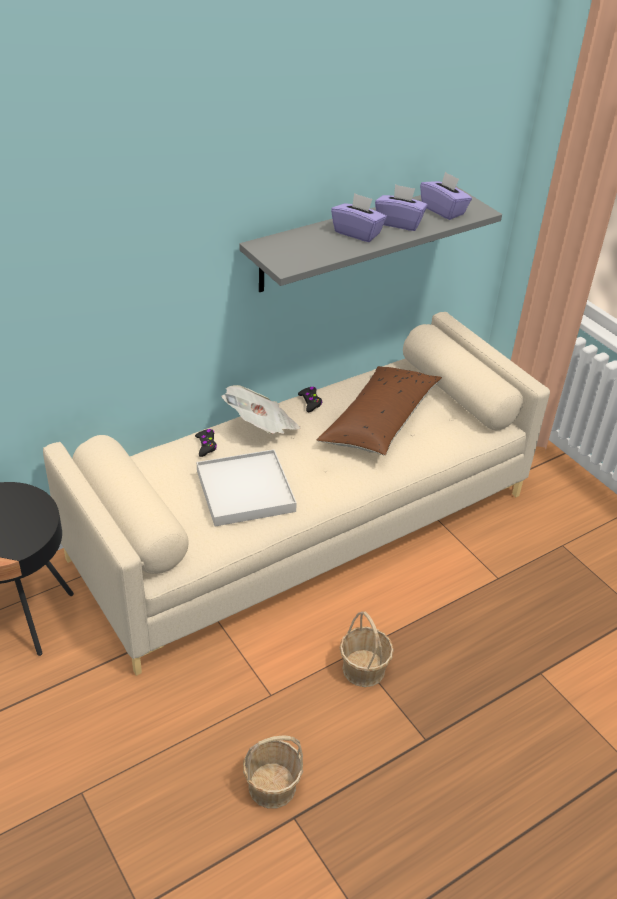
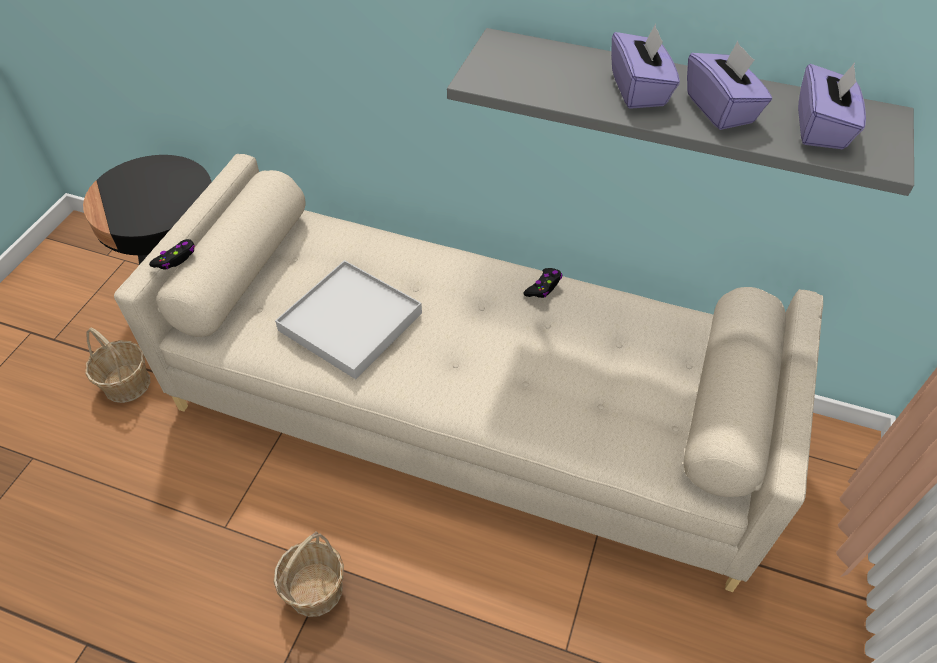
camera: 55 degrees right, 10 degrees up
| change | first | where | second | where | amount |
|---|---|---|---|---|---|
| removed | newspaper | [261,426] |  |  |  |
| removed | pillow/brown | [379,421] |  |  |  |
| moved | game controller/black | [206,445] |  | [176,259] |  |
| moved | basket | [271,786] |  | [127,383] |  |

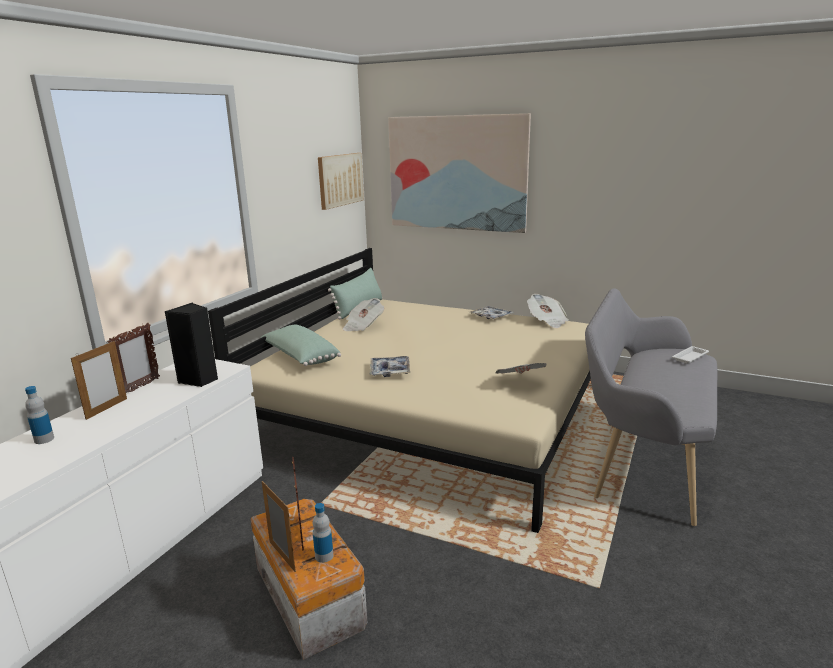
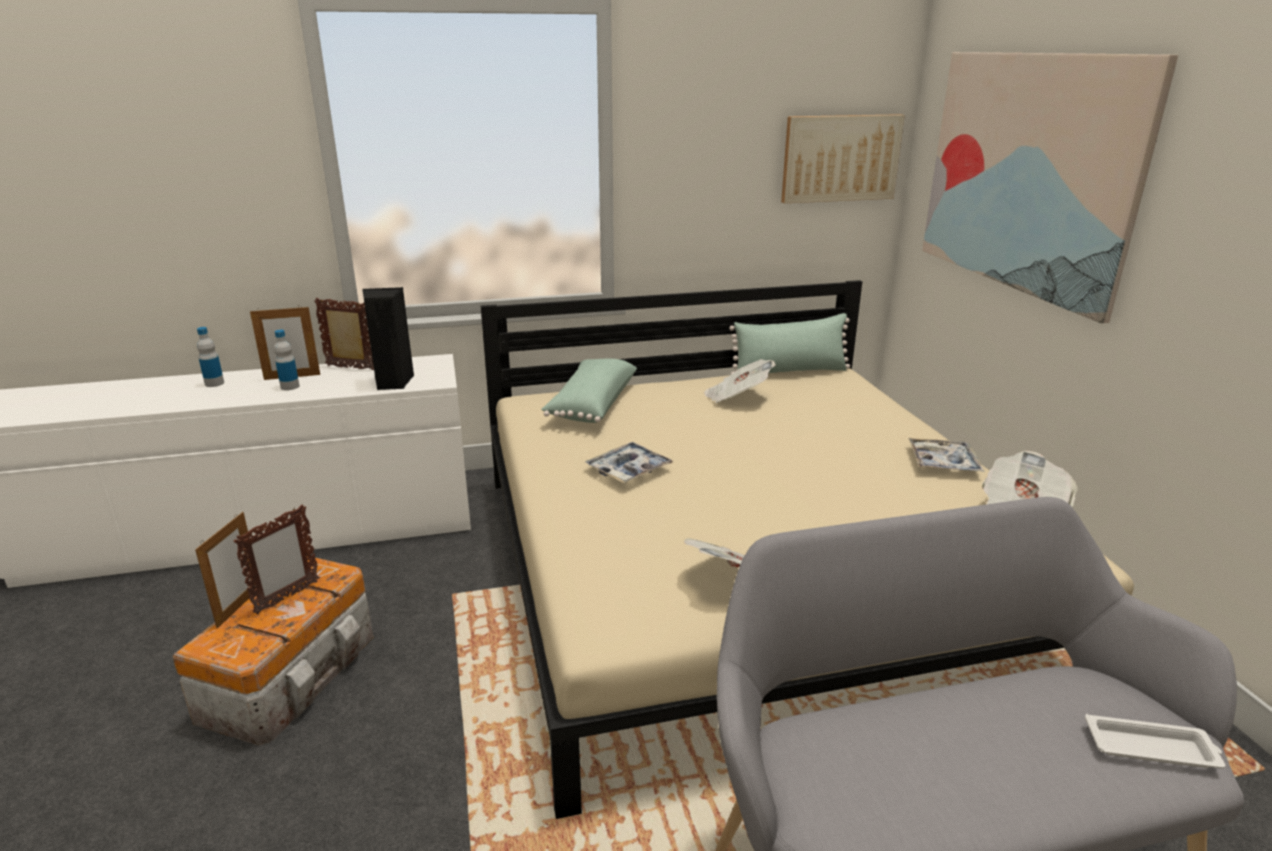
camera: 50 degrees right, 5 degrees up
| change | first | where | second | where | amount |
|---|---|---|---|---|---|
| moved | bottle | [324,556] |  | [290,386] |  |
| turned | picture frame | [140,387] |  | [350,368] | 150 degrees counterclockwise |

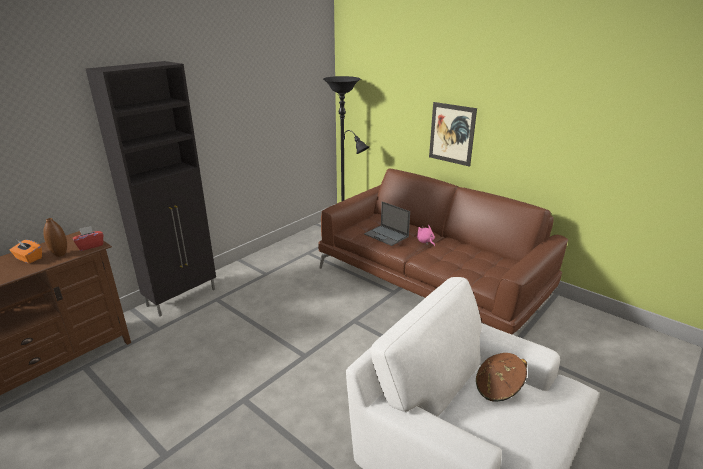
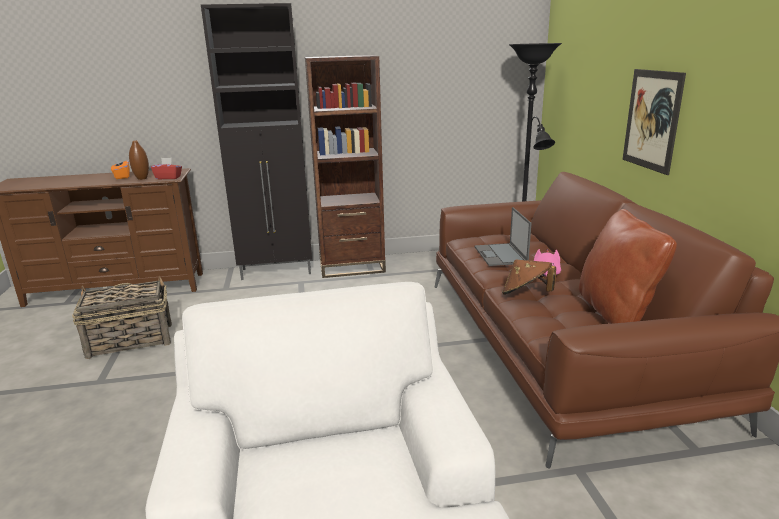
camera: 40 degrees right, 5 degrees down
| change | first | where | second | where | amount |
|---|---|---|---|---|---|
| added |  |  | basket | [129,340] |  |
| added |  |  | bookcase/brown | [352,267] |  |
| added |  |  | pillow/brown | [616,313] |  |
| moved | hat/brown | [498,389] |  | [526,294] |  |

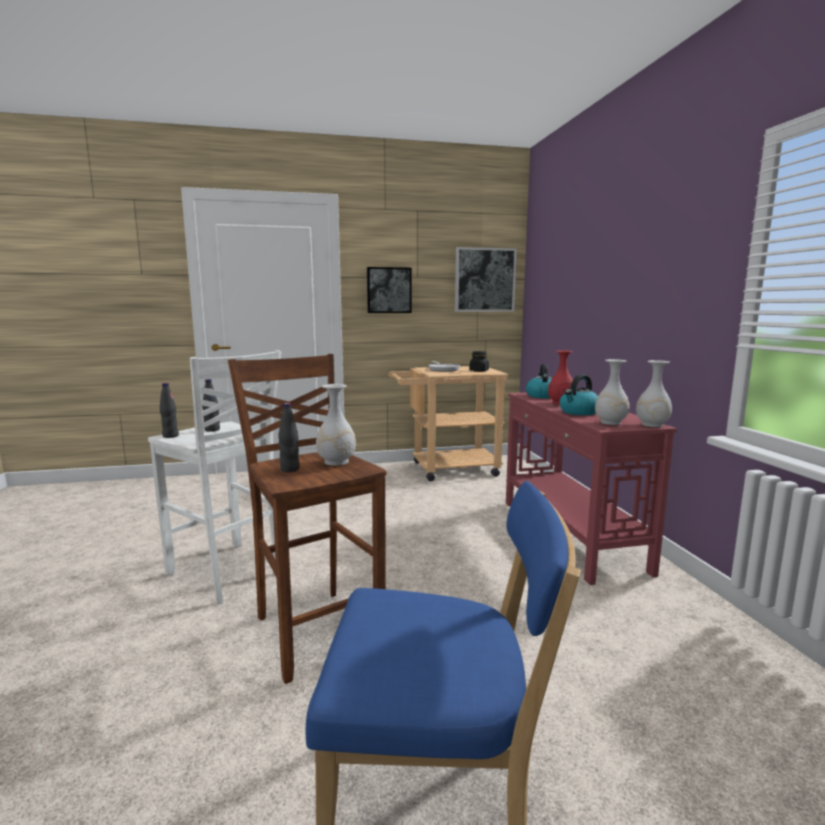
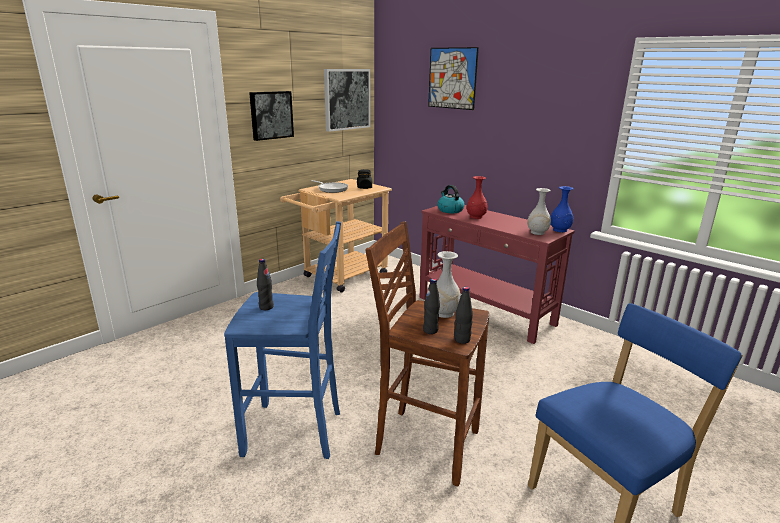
camera: 35 degrees left, 10 degrees up
| change | first | where | second | where | amount |
|---|---|---|---|---|---|
| removed | kettle | [579,412] |  |  |  |
| added |  |  | picture | [452,78] |  |
| moved | bottle/black | [170,436] |  | [462,340] |  |
| recoloured | stool/white | [228,574] | stool/blue | [296,432] |  |
| recoloured | vase/white | [651,425] | vase/blue | [559,230] |  |

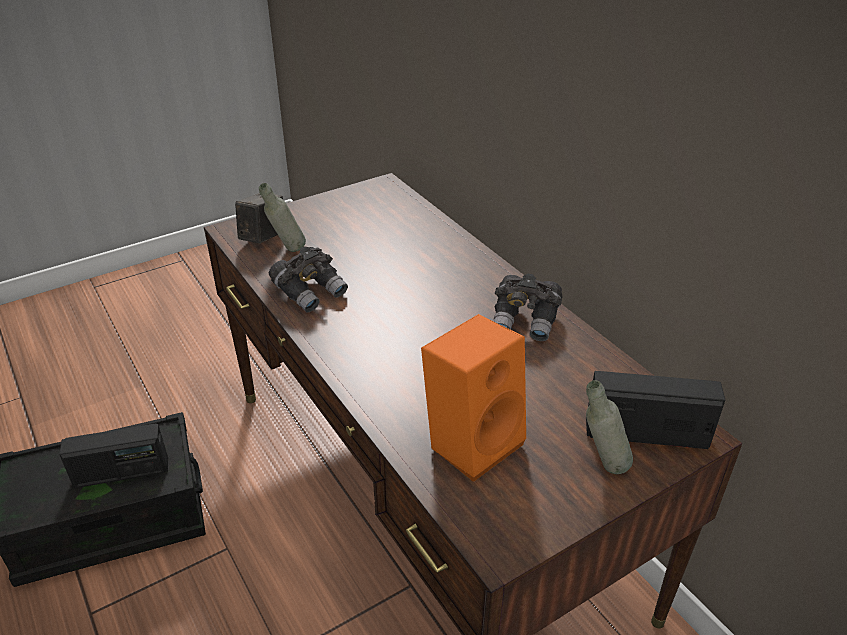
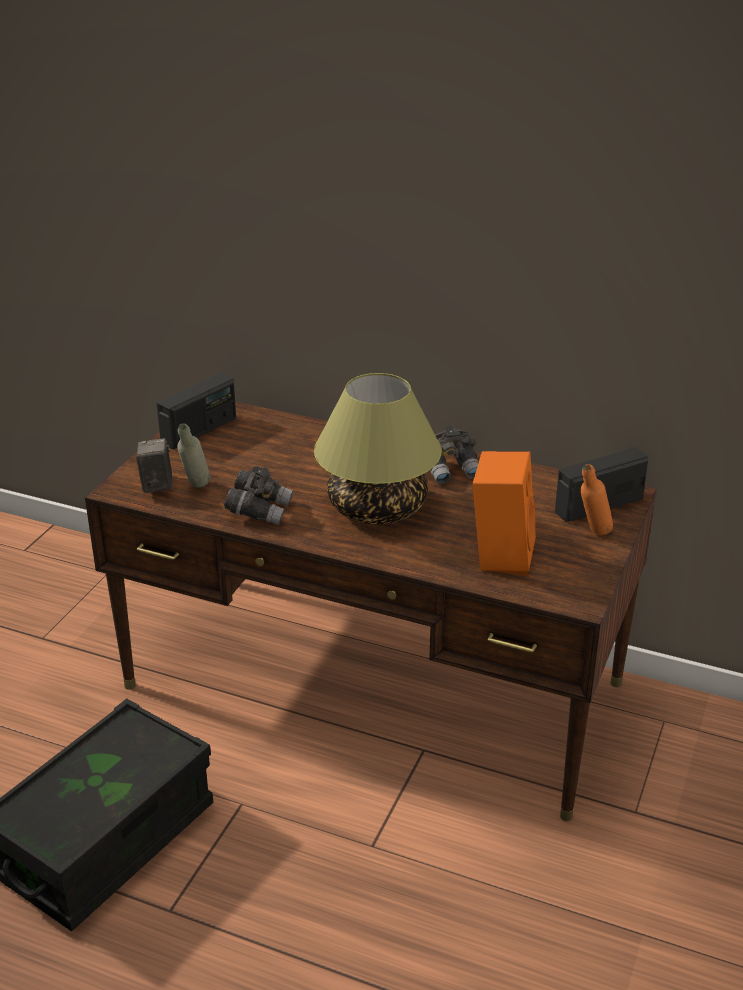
camera: 35 degrees left, 5 degrees down
| change | first | where | second | where | amount |
|---|---|---|---|---|---|
| added |  |  | table lamp | [377,507] |  |
| moved | radio | [121,473] |  | [199,431] |  |
| recoloured | bottle/grey | [601,467] | bottle/orange | [592,535] |  |

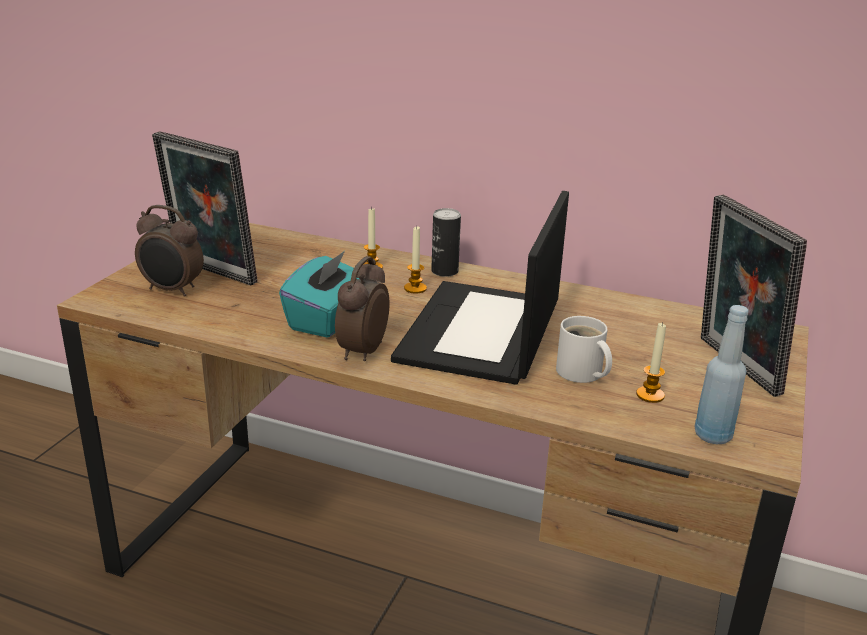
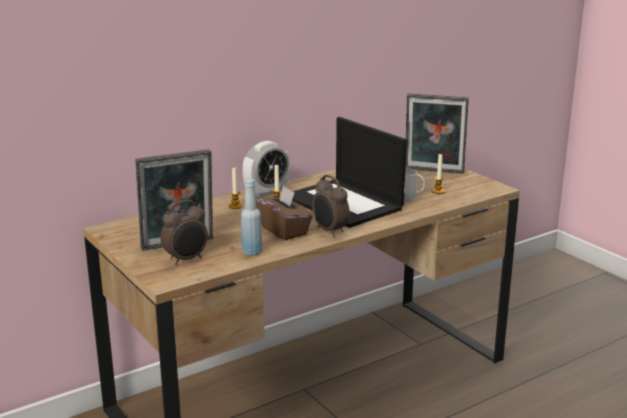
camera: 55 degrees left, 5 degrees down
| change | first | where | second | where | amount |
|---|---|---|---|---|---|
| moved | bottle/blue | [712,435] |  | [252,252] |  |
| replaced | can | [444,271] | alarm clock | [266,192] |  |
| recoloured | tissue box/turquoise | [327,320] | tissue box/brown | [284,230] |  |

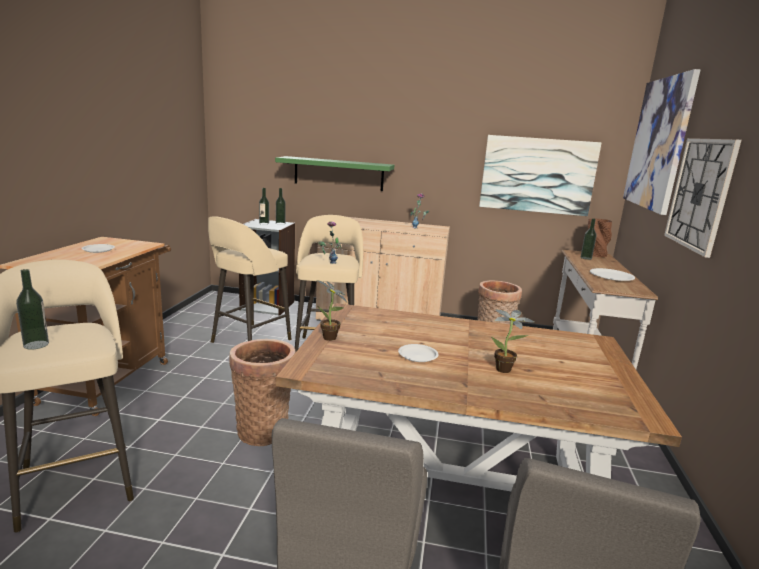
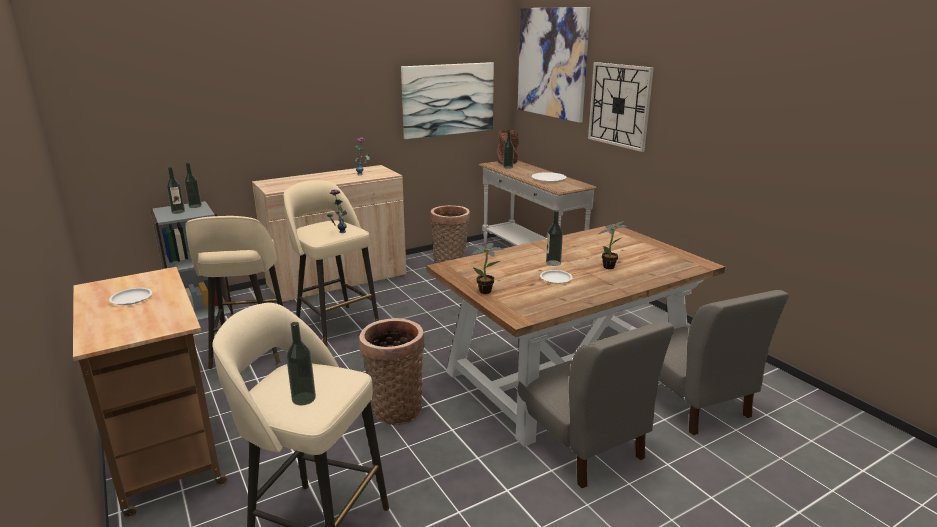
camera: 40 degrees left, 5 degrees up
| change | first | where | second | where | amount |
|---|---|---|---|---|---|
| removed | shelf/green | [338,173] |  |  |  |
| added |  |  | bottle | [553,263] |  |

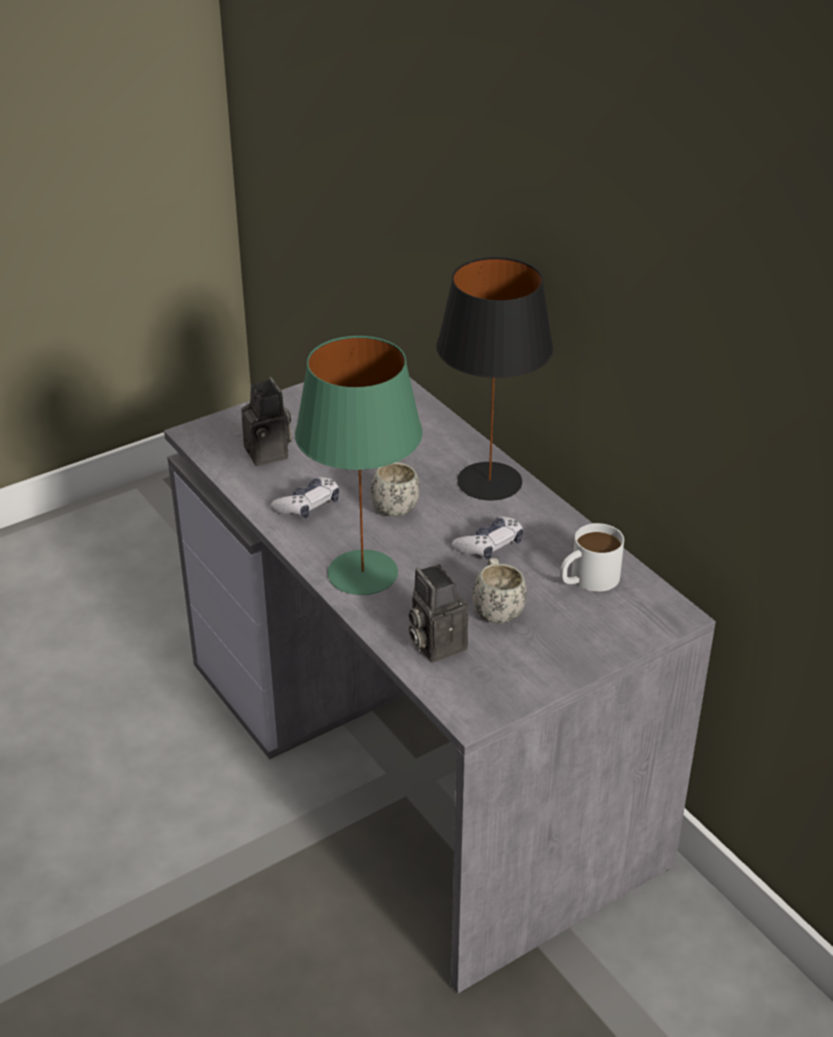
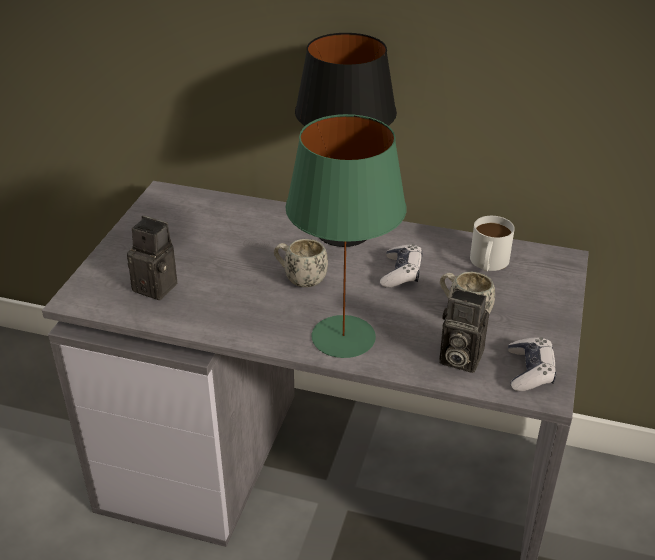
camera: 40 degrees left, 0 degrees up
| change | first | where | second | where | amount |
|---|---|---|---|---|---|
| moved | game controller | [308,505] |  | [530,371] |  |

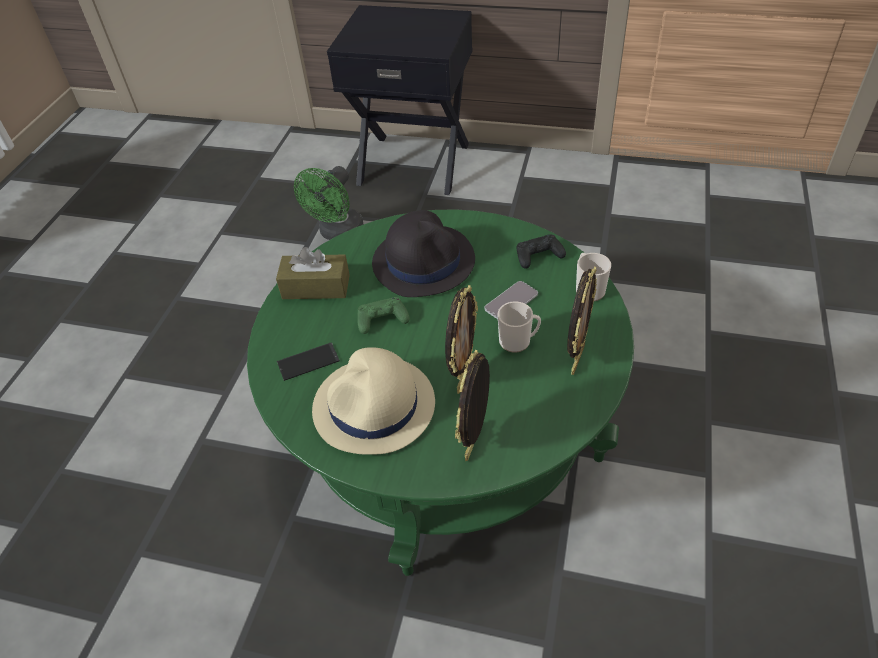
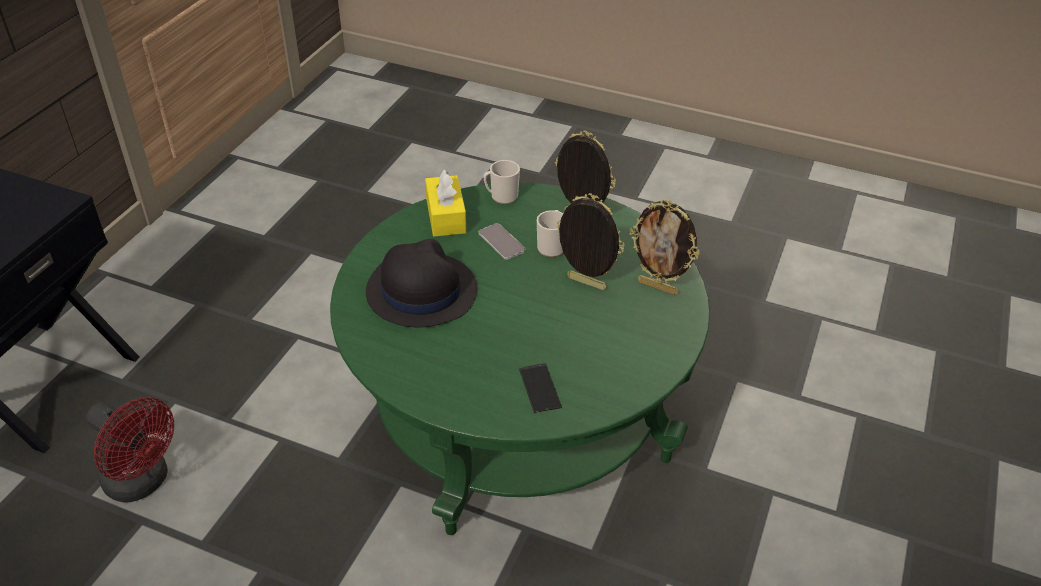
camera: 85 degrees left, 5 degrees down
| change | first | where | second | where | amount |
|---|---|---|---|---|---|
| removed | tissue box/brown | [316,287] |  |  |  |
| removed | hat/beige | [374,407] |  |  |  |
| removed | game controller/green | [382,319] |  |  |  |
| replaced | game controller/black | [538,256] | tissue box/yellow | [446,216] |  |
| recoloured | fan/green | [338,233] | fan/red | [143,482] |  |

